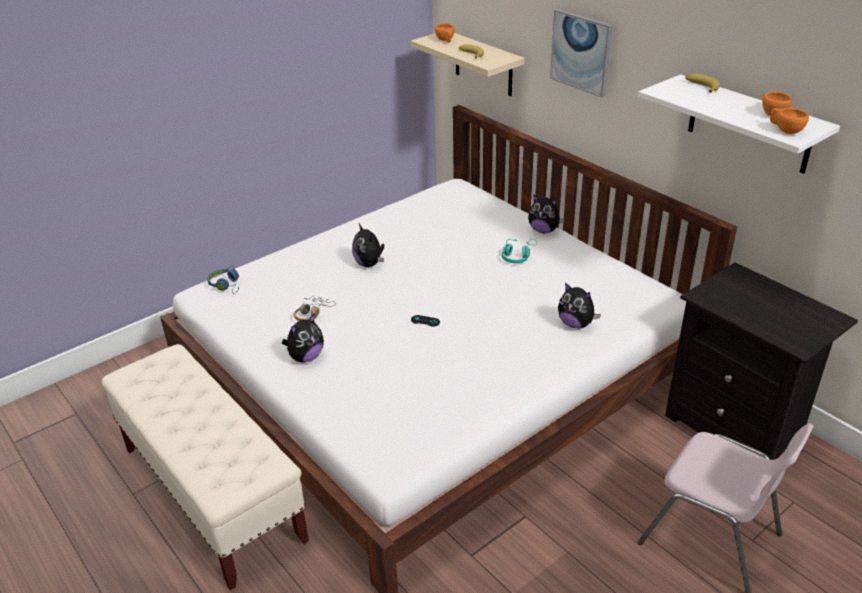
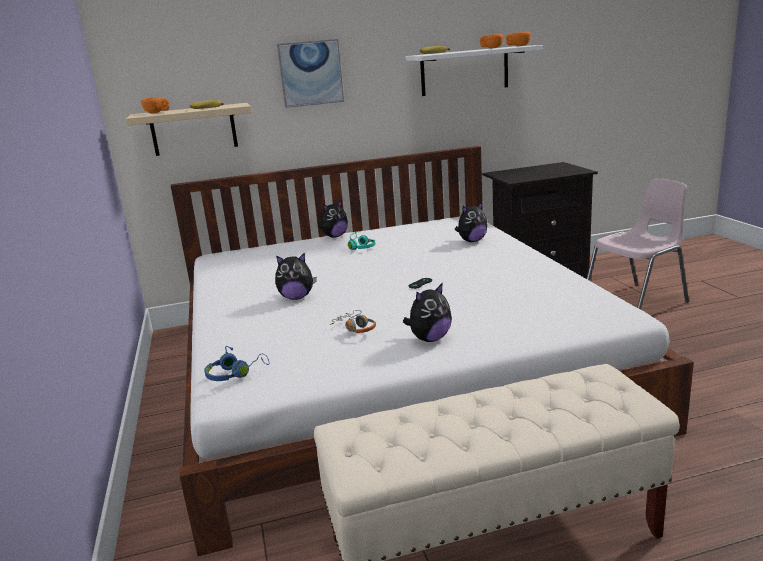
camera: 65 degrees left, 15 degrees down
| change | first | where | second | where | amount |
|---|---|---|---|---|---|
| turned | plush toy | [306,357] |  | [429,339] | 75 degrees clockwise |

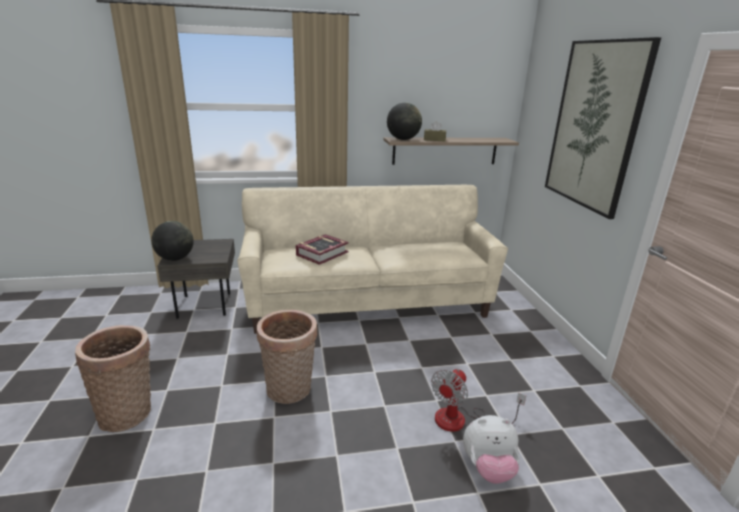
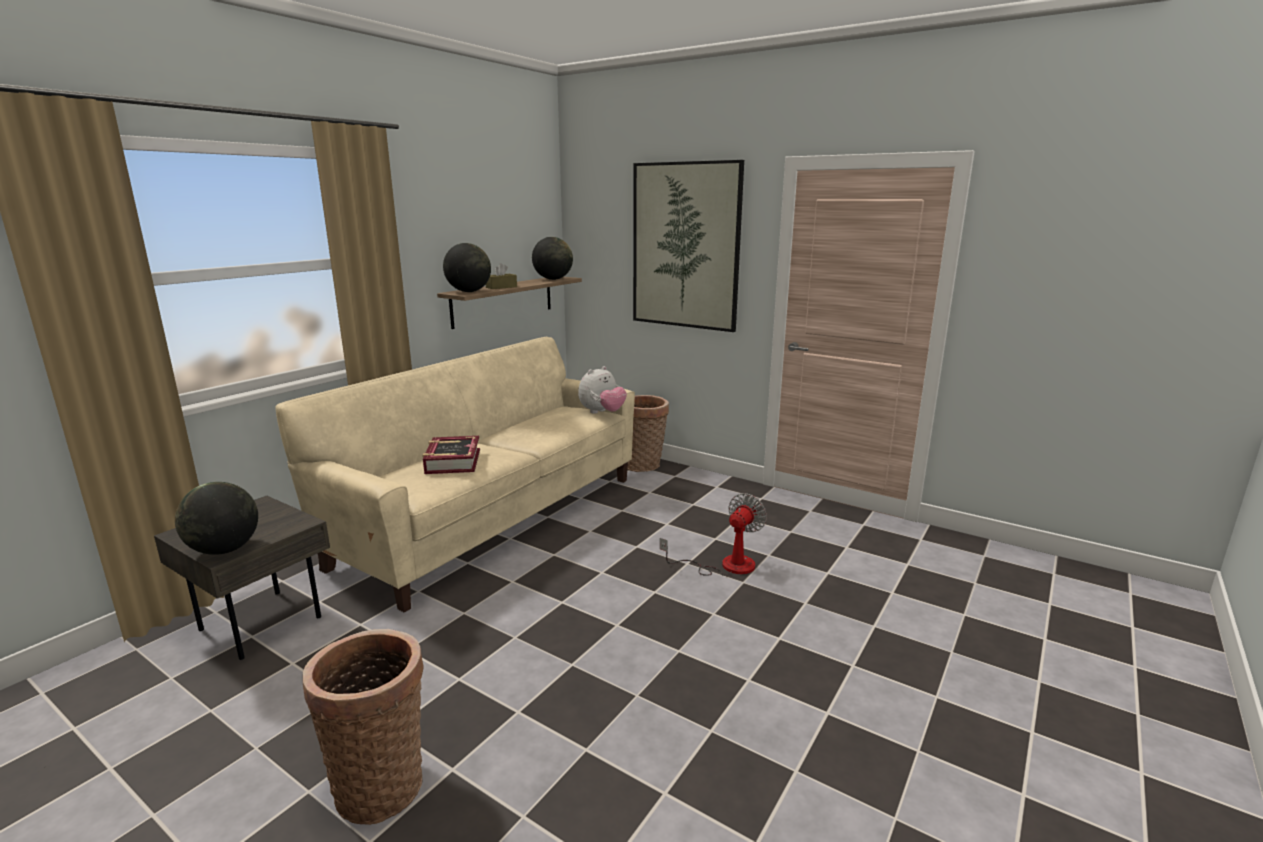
camera: 45 degrees left, 5 degrees down
| change | first | where | second | where | amount |
|---|---|---|---|---|---|
| added |  |  | globe | [553,279] |  |
| moved | basket | [290,391] |  | [644,465] |  |
| moved | plush toy | [488,468] |  | [602,413] |  |
| turned | fan | [461,420] |  | [725,565] | 135 degrees counterclockwise |

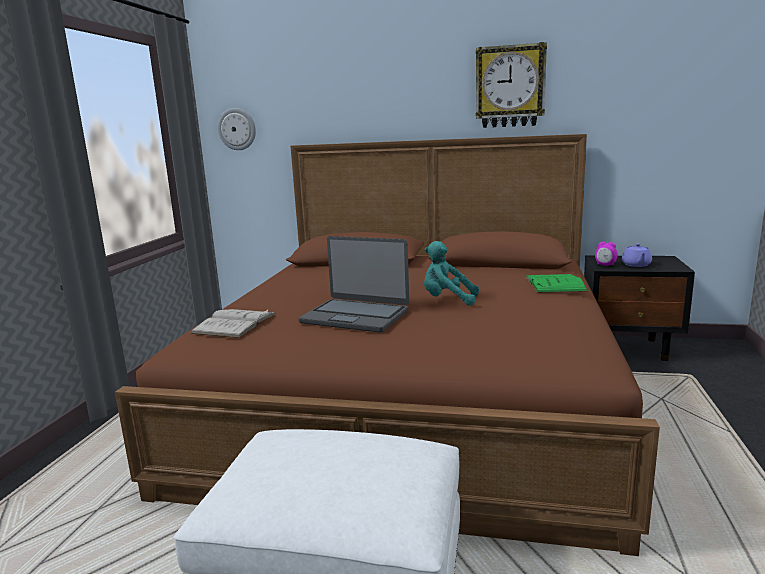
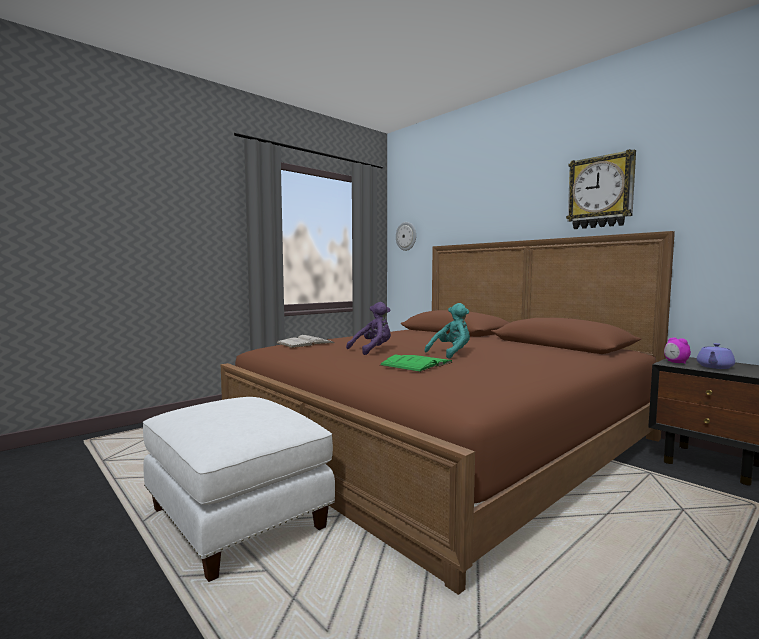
camera: 35 degrees right, 10 degrees down
| change | first | where | second | where | amount |
|---|---|---|---|---|---|
| moved | book/green | [554,284] |  | [416,364] |  |
| replaced | laptop | [355,316] | plush toy/purple | [373,350] |  |
| turned | plush toy/turquoise | [447,300] |  | [451,353] | 90 degrees clockwise |

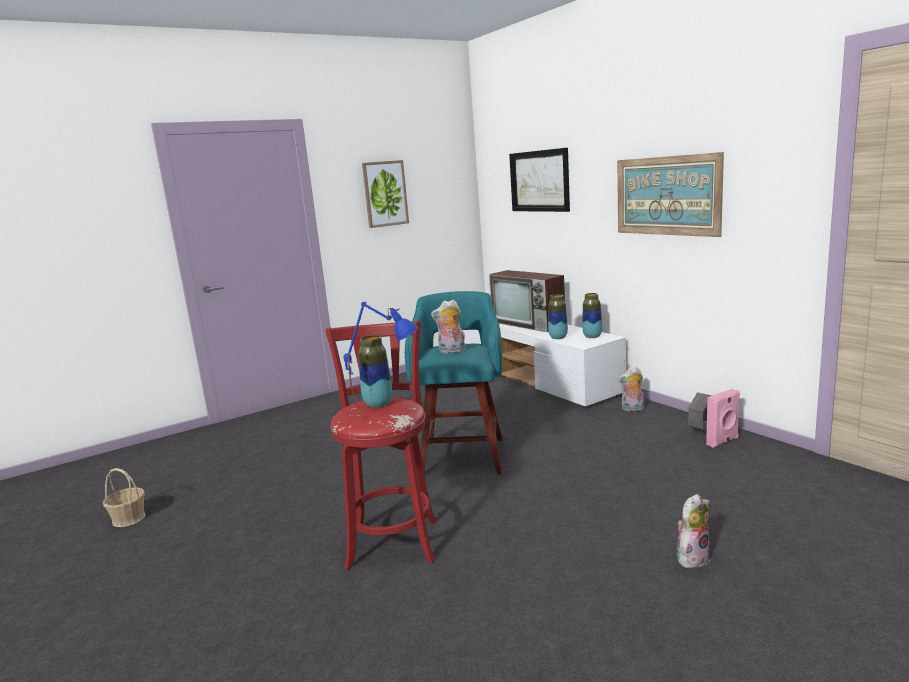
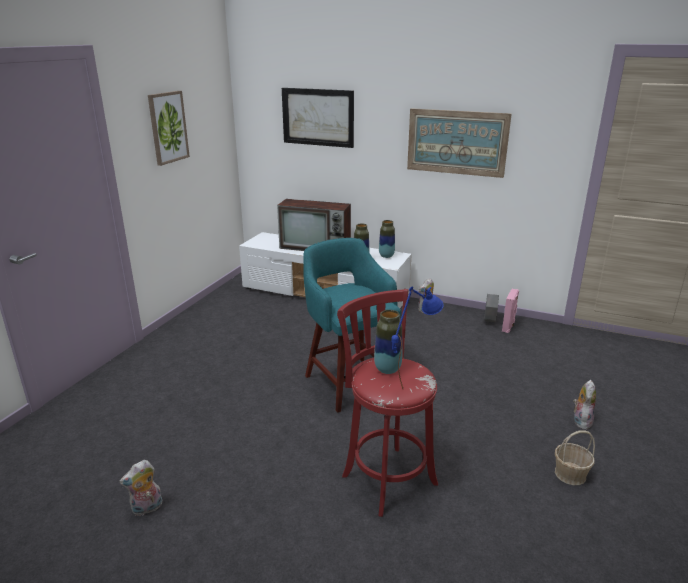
camera: 35 degrees left, 10 degrees up
| change | first | where | second | where | amount |
|---|---|---|---|---|---|
| moved | basket | [129,518] |  | [570,474] |  |
| moved | plush toy | [451,351] |  | [147,509] |  |

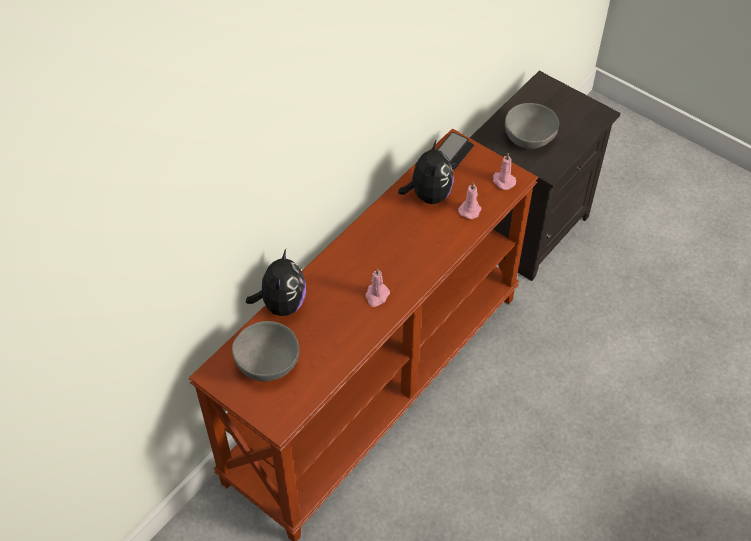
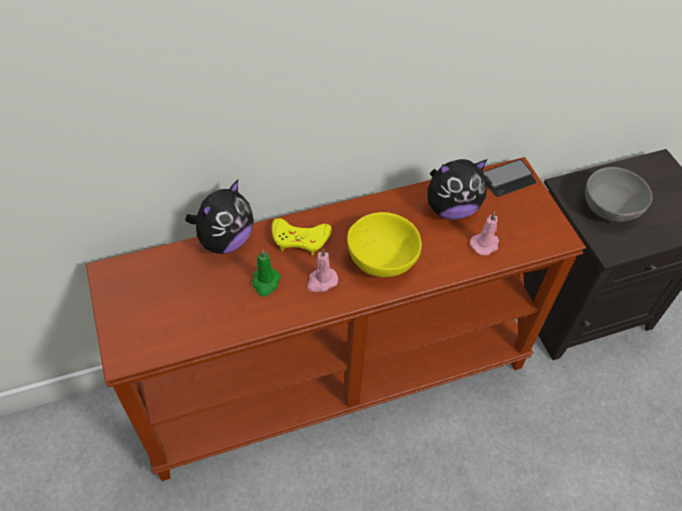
camera: 30 degrees right, 0 degrees up
| change | first | where | second | where | amount |
|---|---|---|---|---|---|
| removed | bowl/grey | [266,363] |  |  |  |
| removed | candle/pink | [503,181] |  |  |  |
| added |  |  | candle/green | [265,283] |  |
| added |  |  | game controller/yellow | [300,239] |  |
| added |  |  | bowl/yellow | [380,259] |  |
| turned | plush toy | [428,195] |  | [451,208] | 45 degrees clockwise |

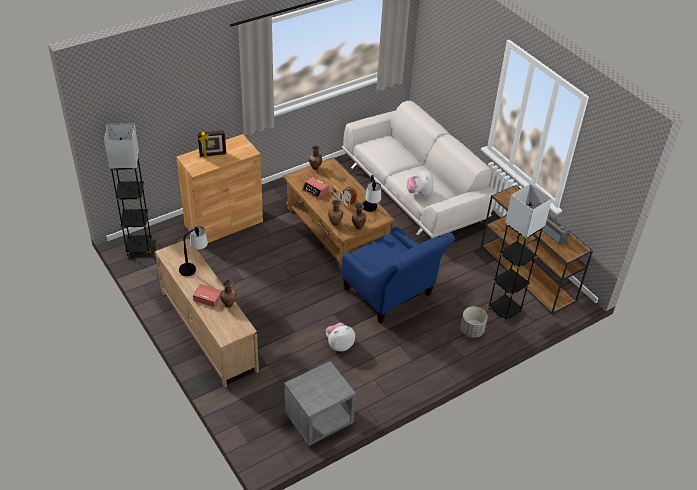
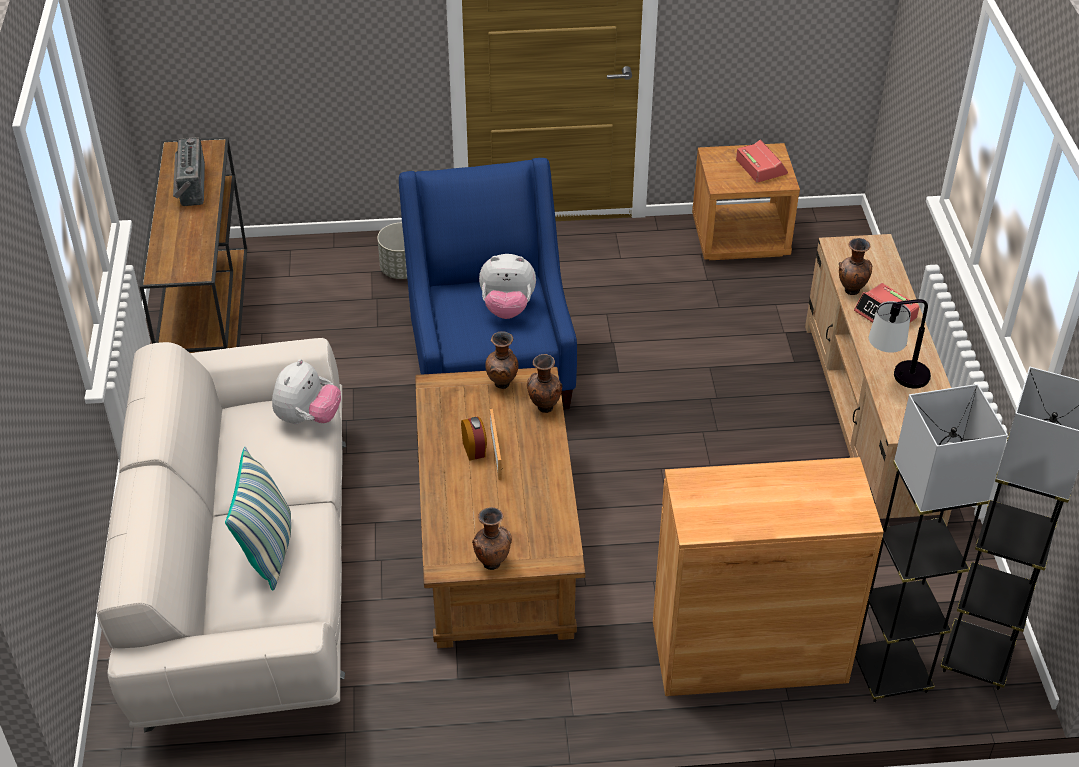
camera: 150 degrees left, 0 degrees up
| change | first | where | second | where | amount |
|---|---|---|---|---|---|
| removed | picture frame | [213,154] |  |  |  |
| removed | table lamp | [371,211] |  |  |  |
| added |  |  | pillow | [268,550] |  |
| moved | alarm clock | [315,190] |  | [761,167] |  |
| moved | plush toy | [339,344] |  | [507,308] |  |
| moved | floor lamp/grey | [504,310] |  | [890,674] |  |
| recoloured | nightstand/grey | [318,420] | nightstand/brown | [740,237] |  |

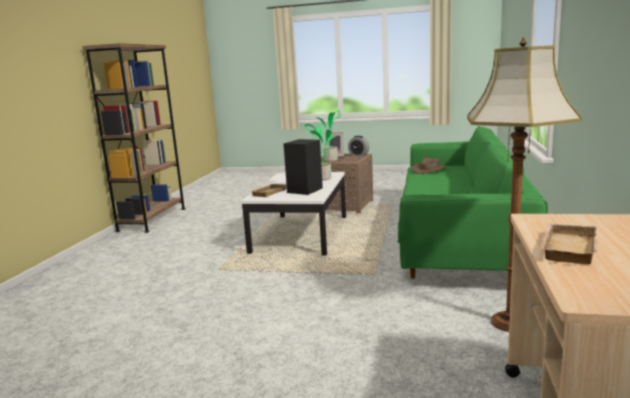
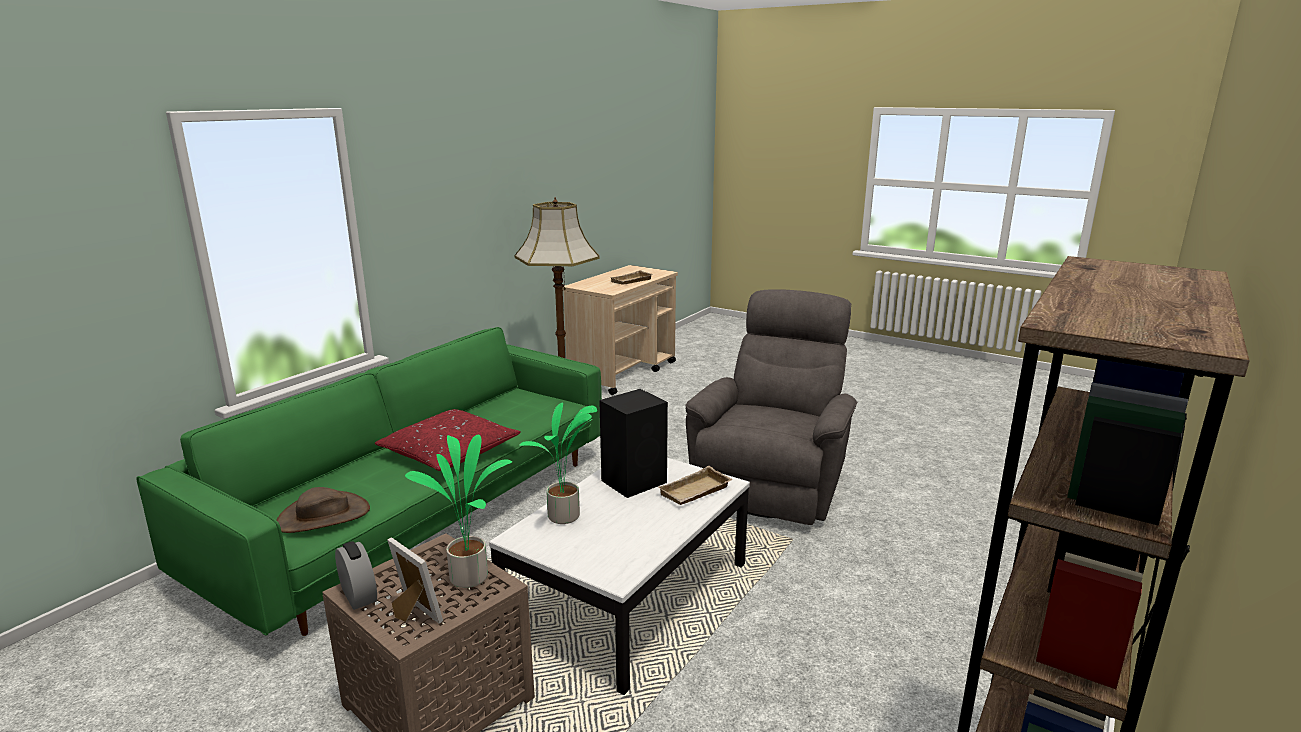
camera: 160 degrees left, 5 degrees up
| change | first | where | second | where | amount |
|---|---|---|---|---|---|
| added |  |  | pillow/red | [449,452] |  |
| added |  |  | armchair/grey | [773,483] |  |

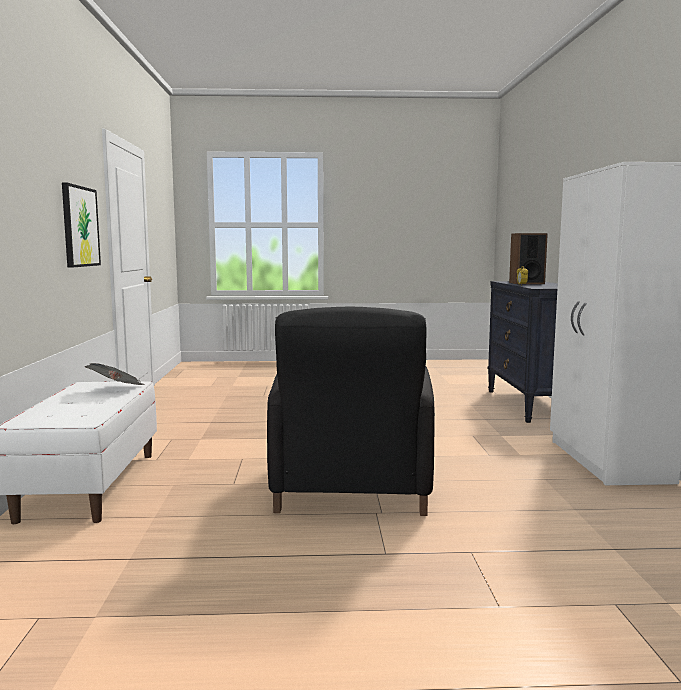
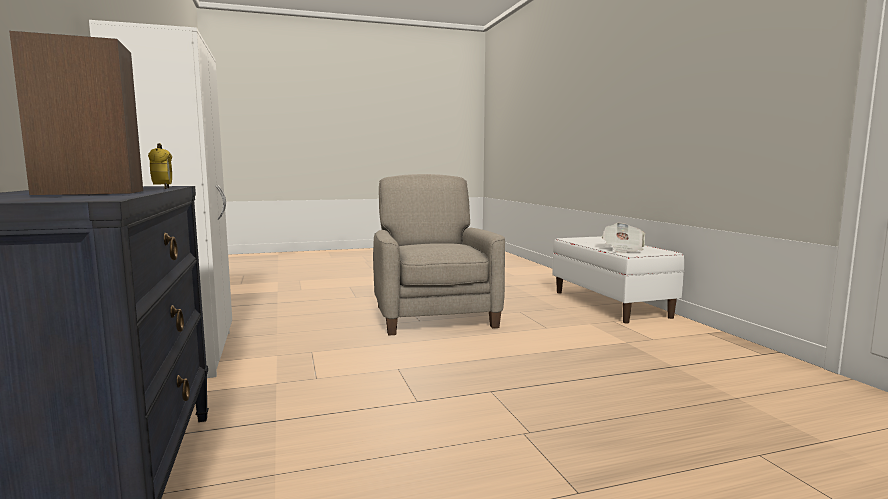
camera: 165 degrees right, 0 degrees up
| change | first | where | second | where | amount |
|---|---|---|---|---|---|
| removed | picture | [80,226] |  |  |  |
| recoloured | armchair/black | [351,488] | armchair/beige | [434,316] |  |

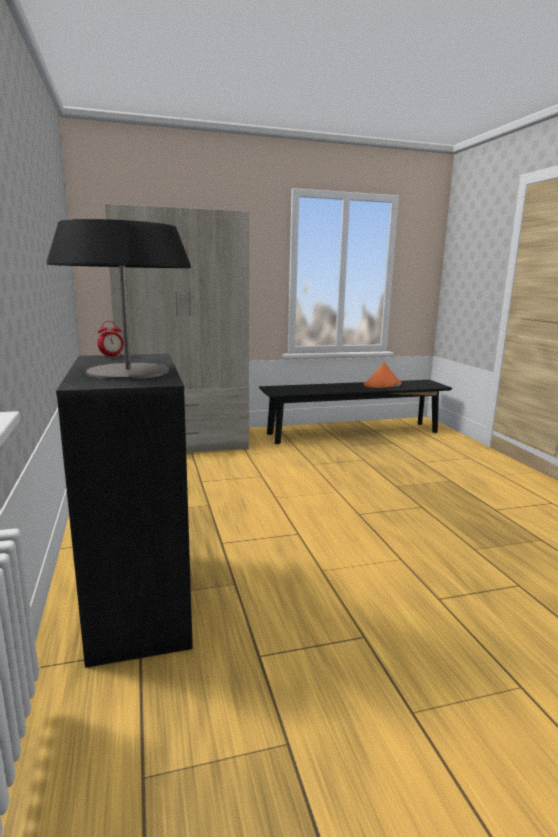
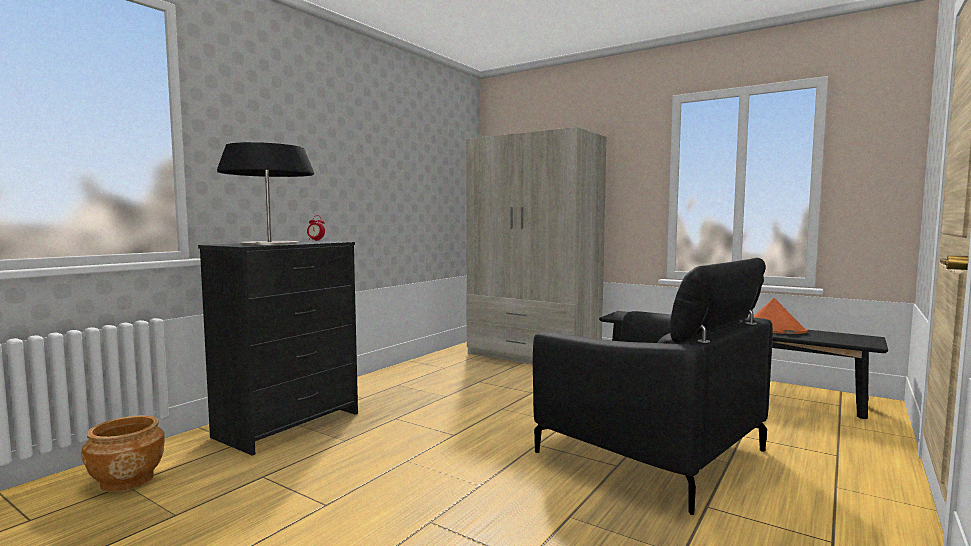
camera: 50 degrees right, 10 degrees down
| change | first | where | second | where | amount |
|---|---|---|---|---|---|
| added |  |  | planter/brown | [127,480] |  |
| added |  |  | armchair/black | [648,451] |  |

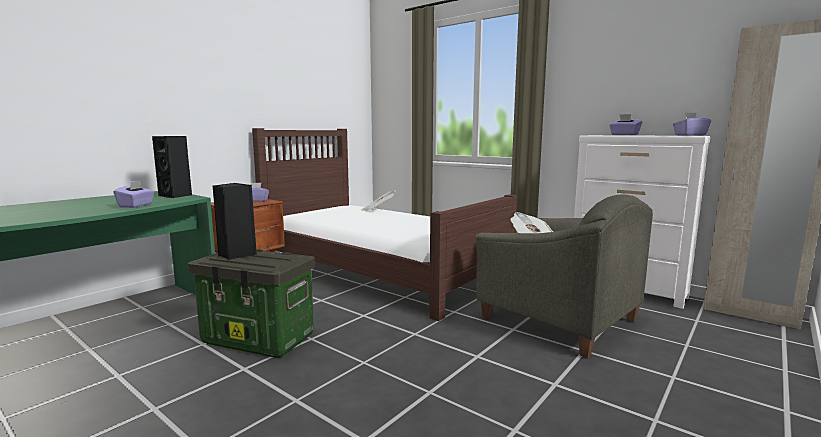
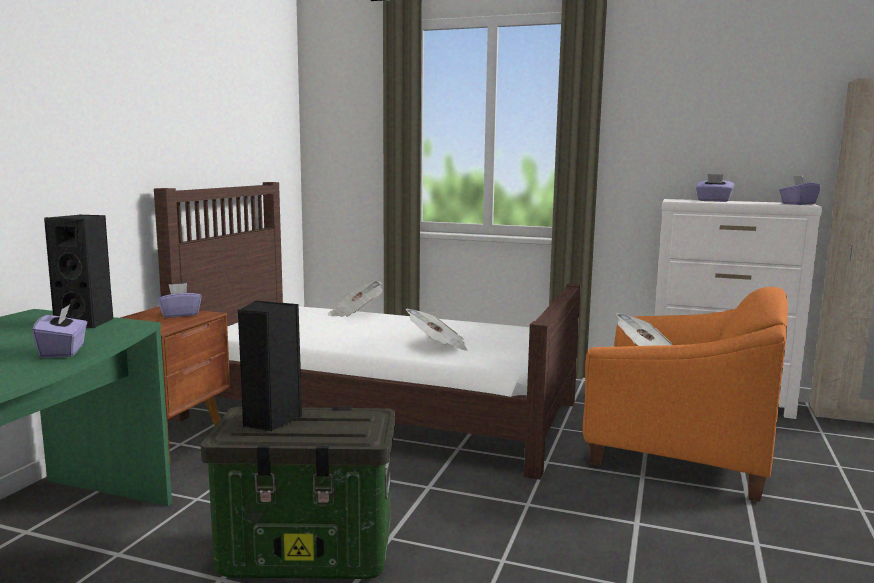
camera: 20 degrees left, 0 degrees up
| change | first | where | second | where | amount |
|---|---|---|---|---|---|
| added |  |  | newspaper | [438,346] |  |
| recoloured | armchair/grey | [557,320] | armchair/orange | [680,455] |  |

